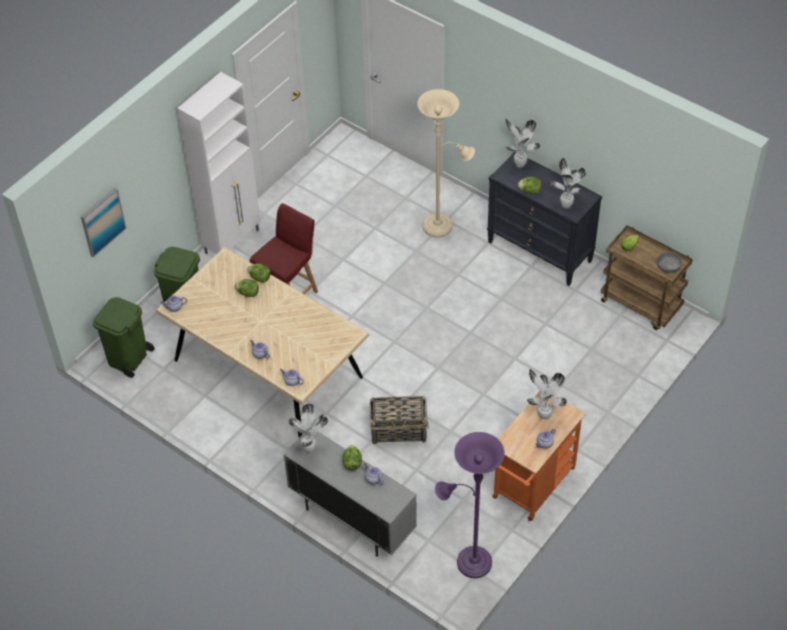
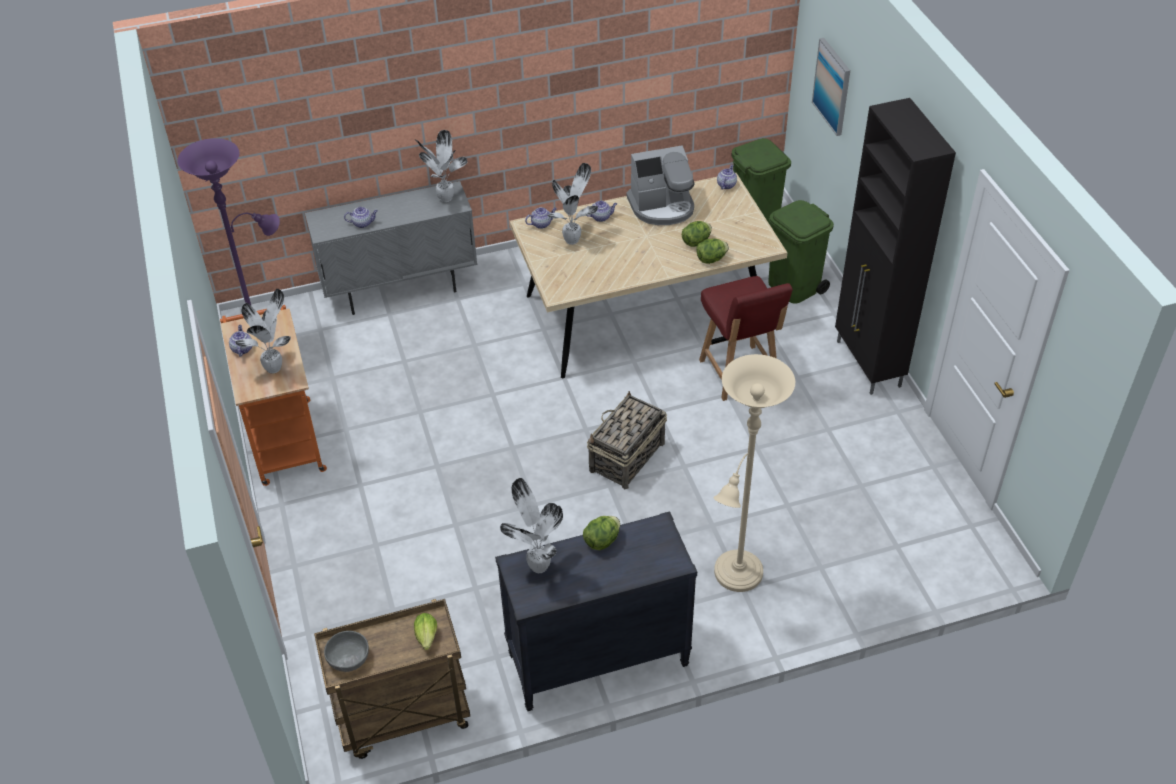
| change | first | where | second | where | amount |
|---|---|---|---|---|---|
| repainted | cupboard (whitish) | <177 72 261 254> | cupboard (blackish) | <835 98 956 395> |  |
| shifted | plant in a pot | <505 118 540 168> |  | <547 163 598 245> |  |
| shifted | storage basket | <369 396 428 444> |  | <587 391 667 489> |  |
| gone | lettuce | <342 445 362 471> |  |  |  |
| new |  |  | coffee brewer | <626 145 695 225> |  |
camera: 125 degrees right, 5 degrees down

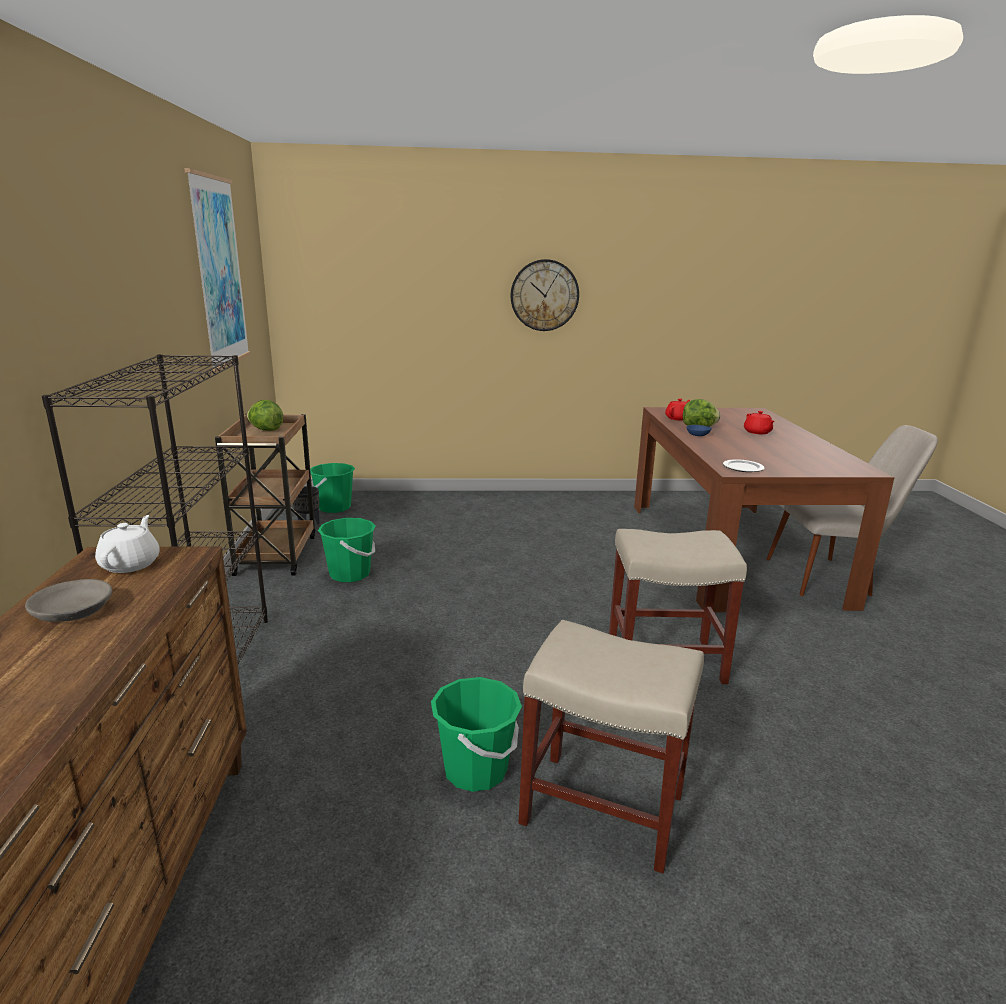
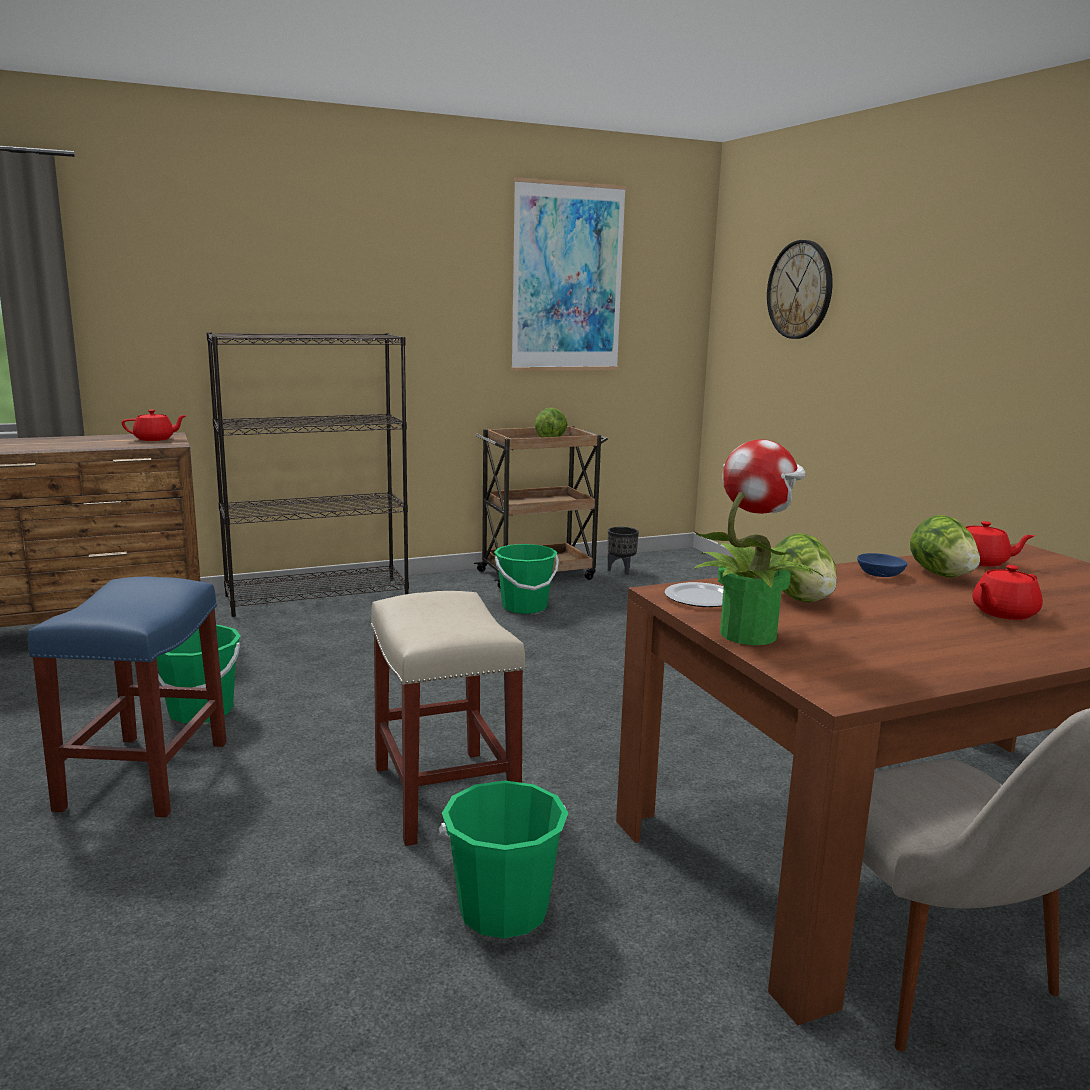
| change | first | where | second | where | amount |
|---|---|---|---|---|---|
| shifted | hanging clock | <511 259 579 331> |  | <767 240 833 339> |  |
| shifted | bucket (green) | <310 463 355 513> |  | <439 781 568 939> |  |
| repainted | tea pot (whitish) | <95 515 160 573> | tea pot (red-coloured) | <122 410 187 441> |  |
| gone | bowl (greyish) | <25 579 112 622> |  |  |  |
| repainted | sitting stool (beige) | <519 620 704 873> | sitting stool (blue) | <28 577 227 817> |  |
| new |  |  | plant in a pot | <694 439 823 645> |  |
| new |  |  | lettuce | <775 533 837 602> |  |
camera: 70 degrees right, 5 degrees down

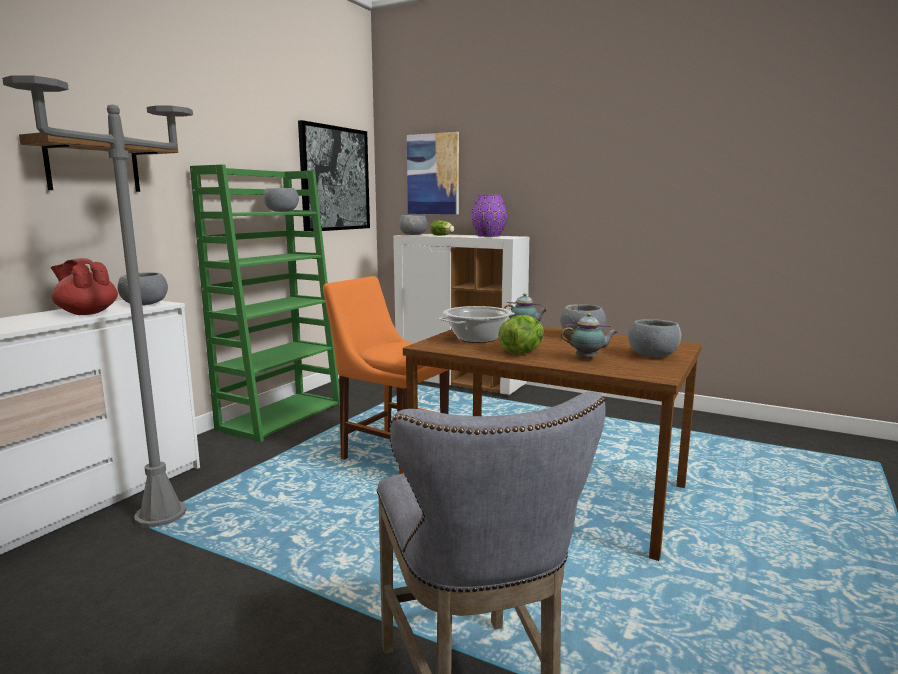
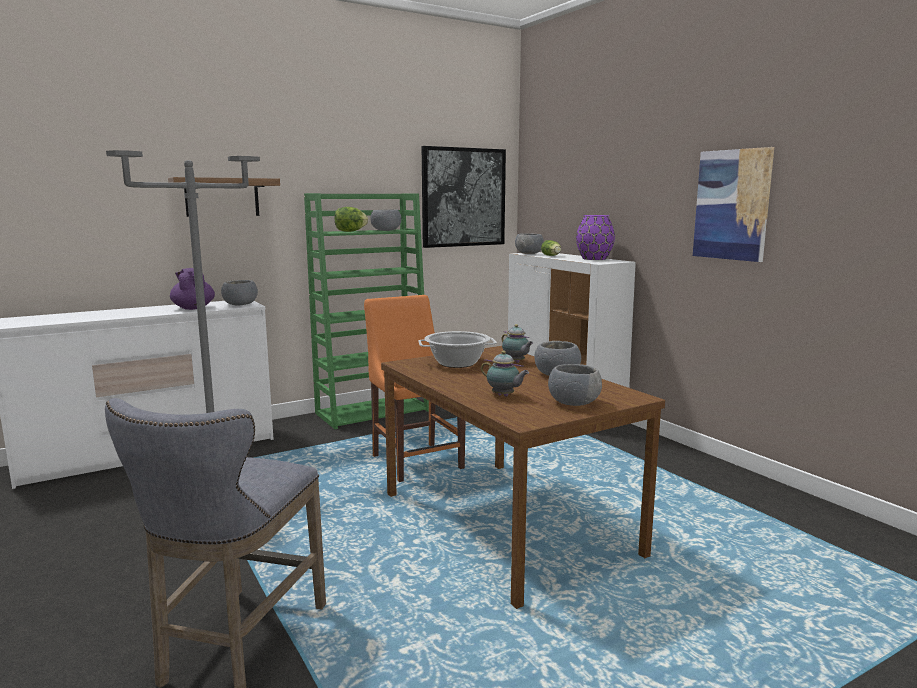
| change | first | where | second | where | amount |
|---|---|---|---|---|---|
| shifted | picture | <407 132 459 214> |  | <693 147 774 262> |  |
| repainted | tea pot (red-coloured) | <51 258 118 315> | tea pot (purple) | <170 268 215 310> |  |
| shifted | lettuce | <498 315 544 354> |  | <335 207 368 232> |  |
camera: 30 degrees right, 0 degrees up

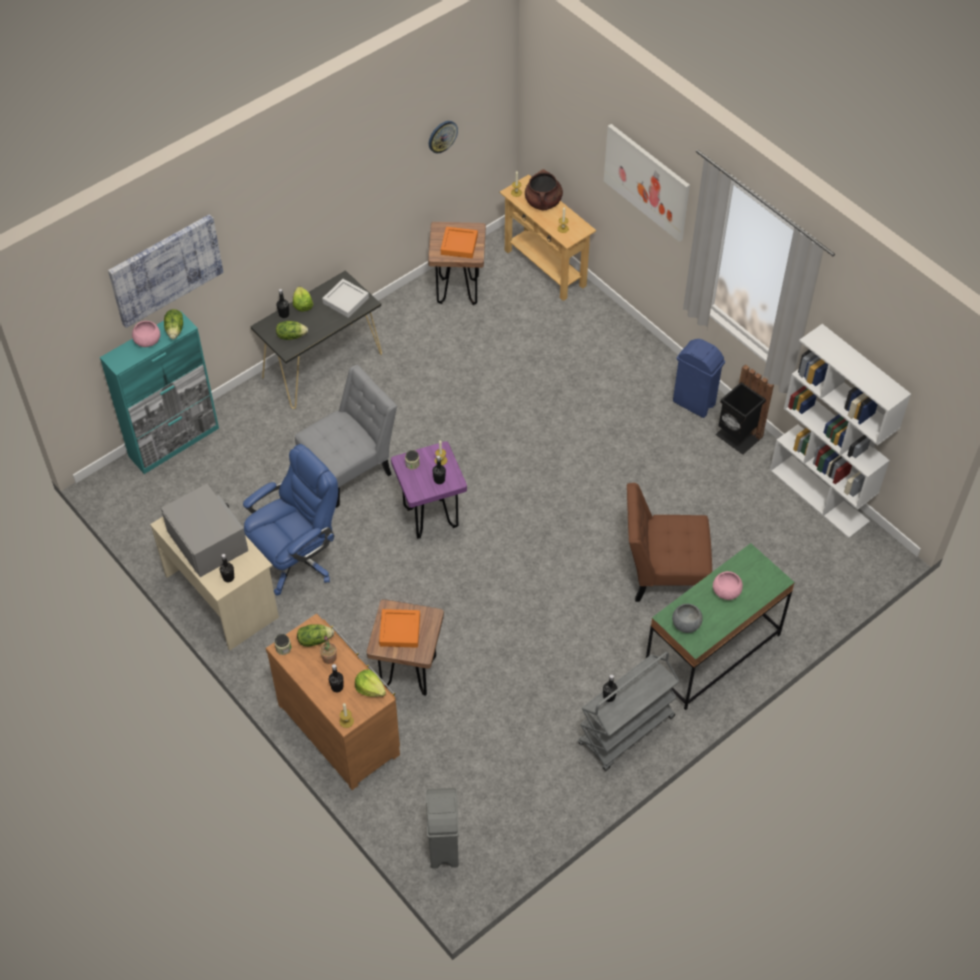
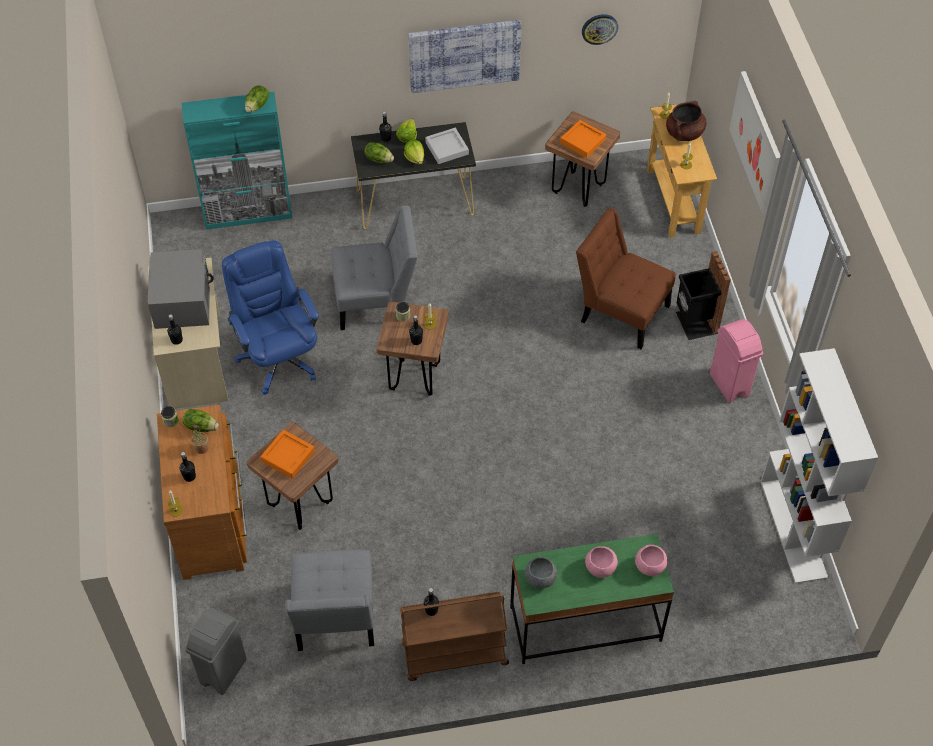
| change | first | where | second | where | amount |
|---|---|---|---|---|---|
| shifted | picture | <108 214 224 328> |  | <408 20 521 93> |  |
| shifted | bowl (pink) | <132 321 160 347> |  | <635 545 667 576> |  |
| repainted | rubbish bin (blue) | <673 339 725 418> | rubbish bin (pink) | <710 319 763 403> |  |
| shifted | rubbish bin (blackish) | <715 364 774 455> |  | <676 251 731 340> |  |
| repainted | sitting stool (purple) | <391 441 467 539> | sitting stool (brown) | <376 302 449 396> |  |
| rotated | computer chair (blue) | <243 444 338 595> |  | <222 240 319 395> | 105 degrees counterclockwise |
| shifted | chair (brown) | <627 483 712 602> |  | <576 208 676 349> |  |
| repainted | trolley (greyish) | <578 652 679 771> | trolley (brown) | <400 592 509 681> |  |
| shifted | lettuce | <355 669 386 697> |  | <404 140 424 165> |  |
| new |  |  | chair (greyish) | <285 549 374 651> |  |
camera: 30 degrees right, 0 degrees up

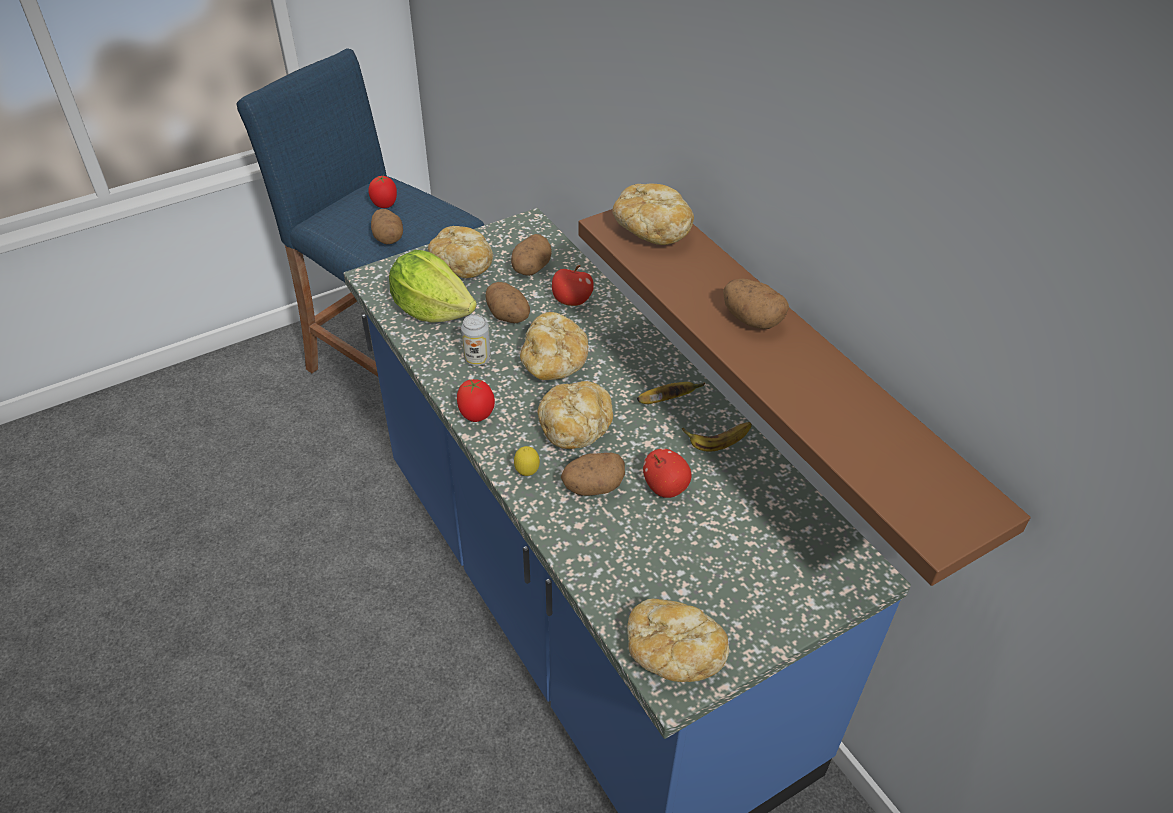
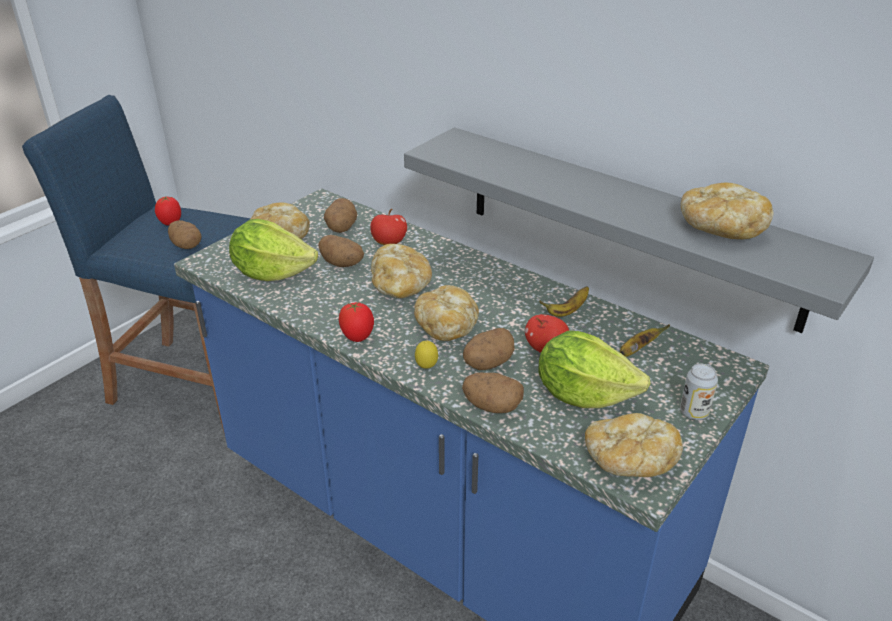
| change | first | where | second | where | amount |
|---|---|---|---|---|---|
| shifted | baked bread | <612 183 694 245> |  | <681 183 773 239> |  |
| repainted | bracket shelf (brown) | <578 209 1031 586> | bracket shelf (greyish) | <404 127 874 333> |  |
| shifted | spud | <723 279 789 329> |  | <462 372 524 413> |  |
| shifted | sealed can | <461 314 491 366> |  | <680 364 718 420> |  |
| shifted | whole banana | <637 382 705 404> |  | <620 324 670 357> |  |
| new |  |  | lettuce | <538 331 651 408> |  |
camera: 20 degrees left, 10 degrees down

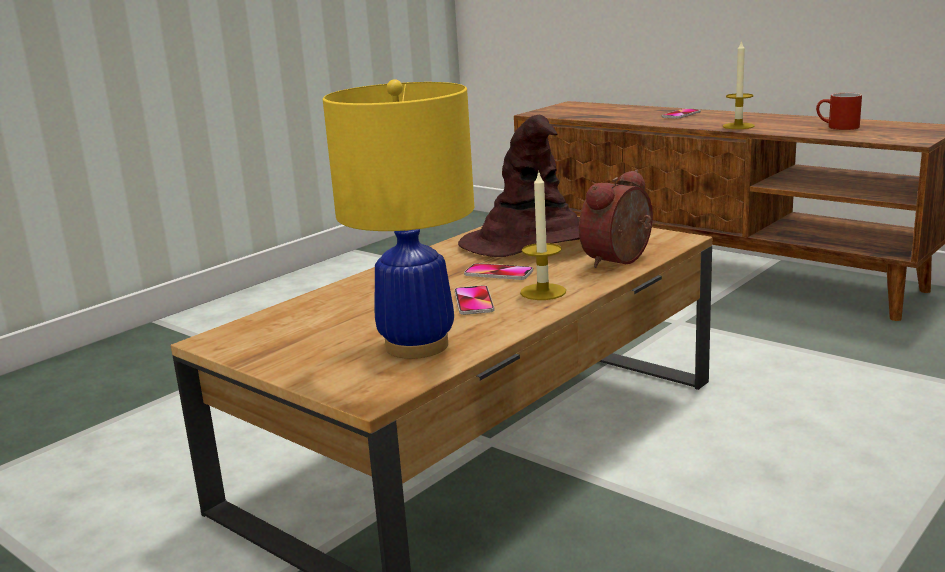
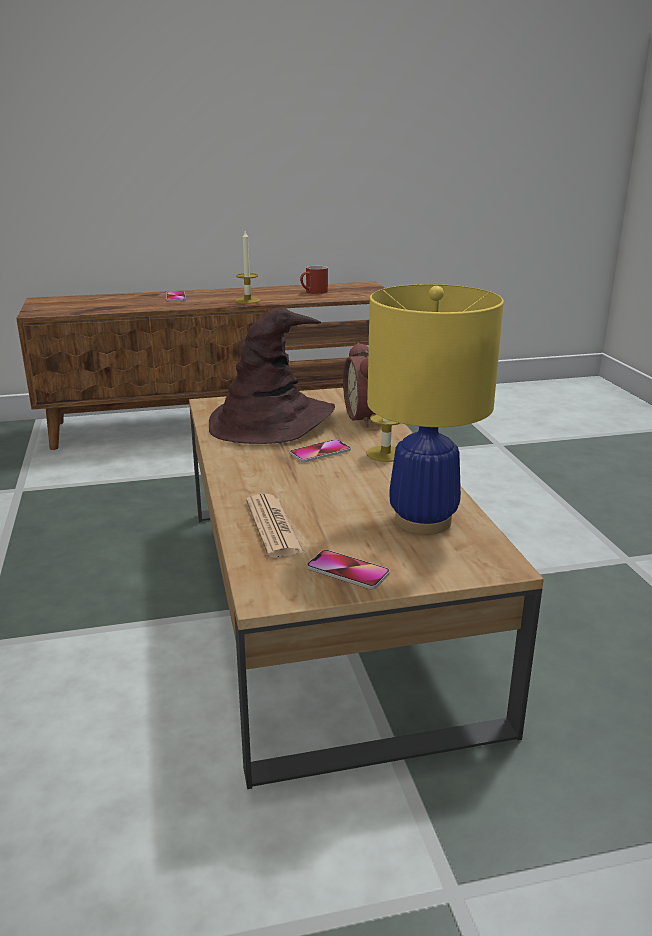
| change | first | where | second | where | amount |
|---|---|---|---|---|---|
| shifted | phone | <455 285 494 315> |  | <307 550 390 589> |  |
| new |  |  | printed paper | <246 494 305 558> |  |
camera: 55 degrees left, 5 degrees up

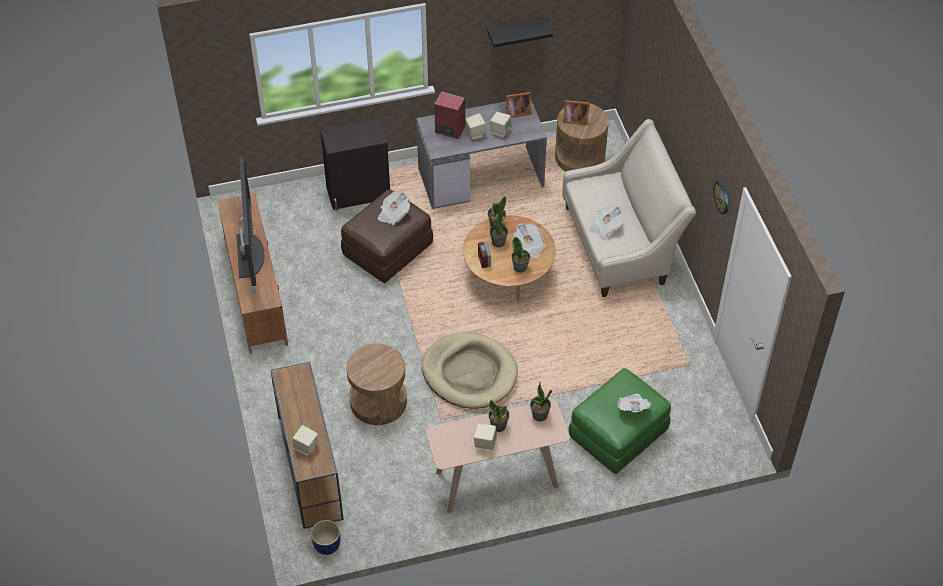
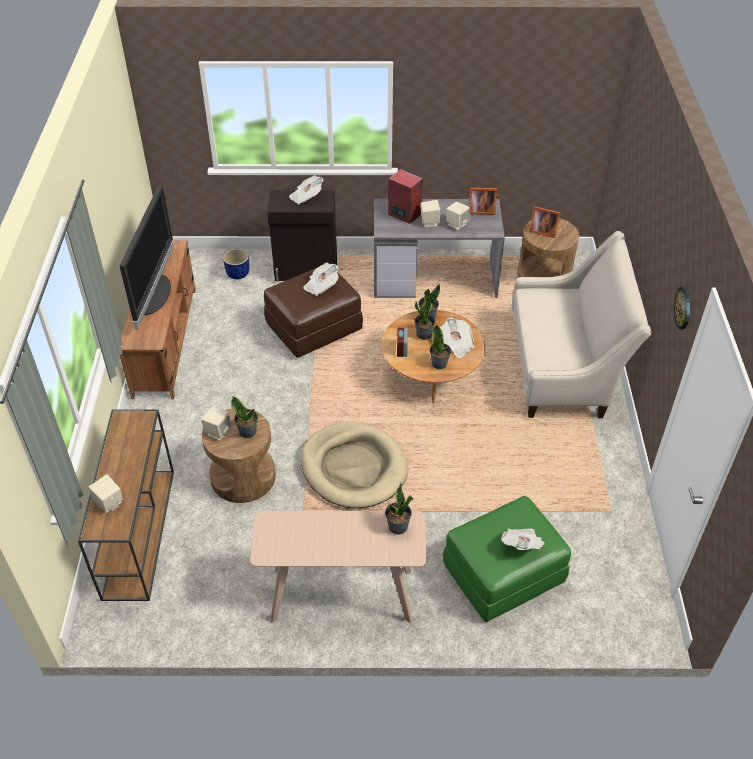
| change | first | where | second | where | amount |
|---|---|---|---|---|---|
| gone | bracket shelf (blackish) | <488 19 553 47> |  |  |  |
| shifted | printed paper | <589 205 623 238> |  | <289 175 324 205> |  |
| shifted | plant in a pot | <488 400 510 432> |  | <231 397 258 438> |  |
| shifted | audio speaker (beige) | <474 424 497 452> |  | <201 407 232 441> |  |
| shifted | flower pot (blue) | <311 520 340 555> |  | <223 249 249 279> |  |
camera: 15 degrees right, 5 degrees down

